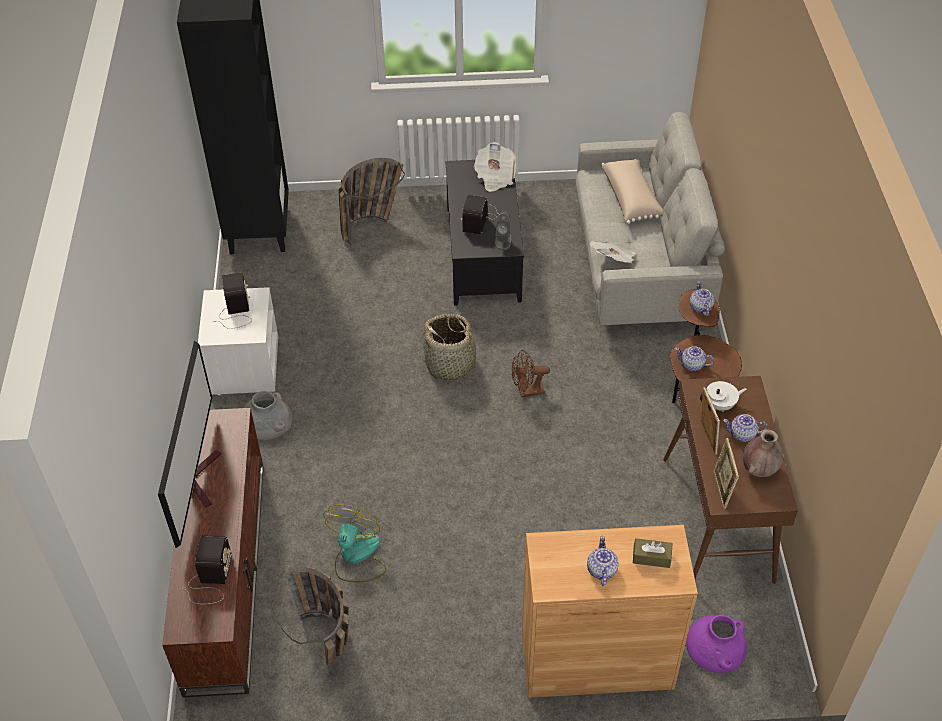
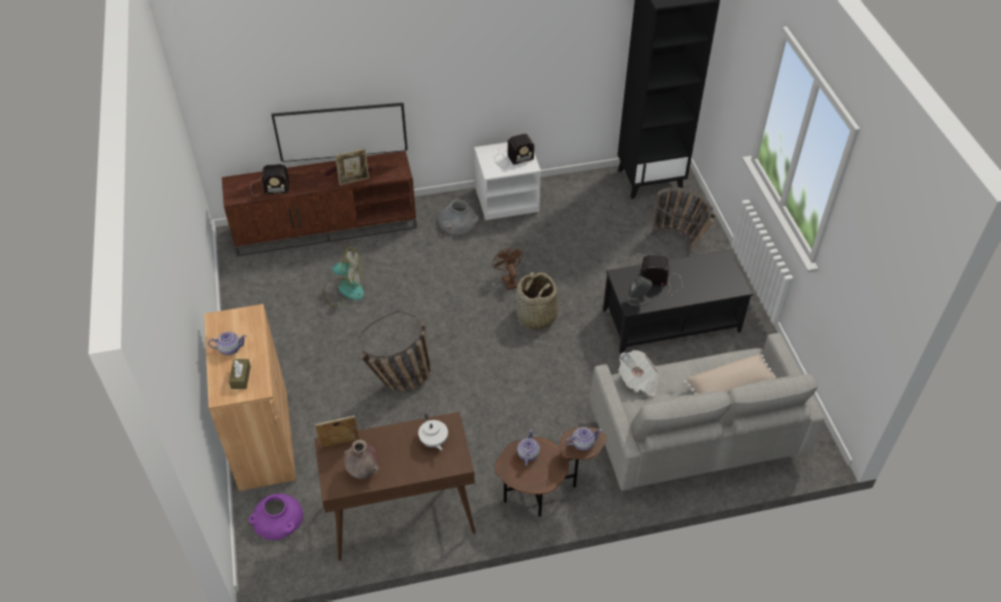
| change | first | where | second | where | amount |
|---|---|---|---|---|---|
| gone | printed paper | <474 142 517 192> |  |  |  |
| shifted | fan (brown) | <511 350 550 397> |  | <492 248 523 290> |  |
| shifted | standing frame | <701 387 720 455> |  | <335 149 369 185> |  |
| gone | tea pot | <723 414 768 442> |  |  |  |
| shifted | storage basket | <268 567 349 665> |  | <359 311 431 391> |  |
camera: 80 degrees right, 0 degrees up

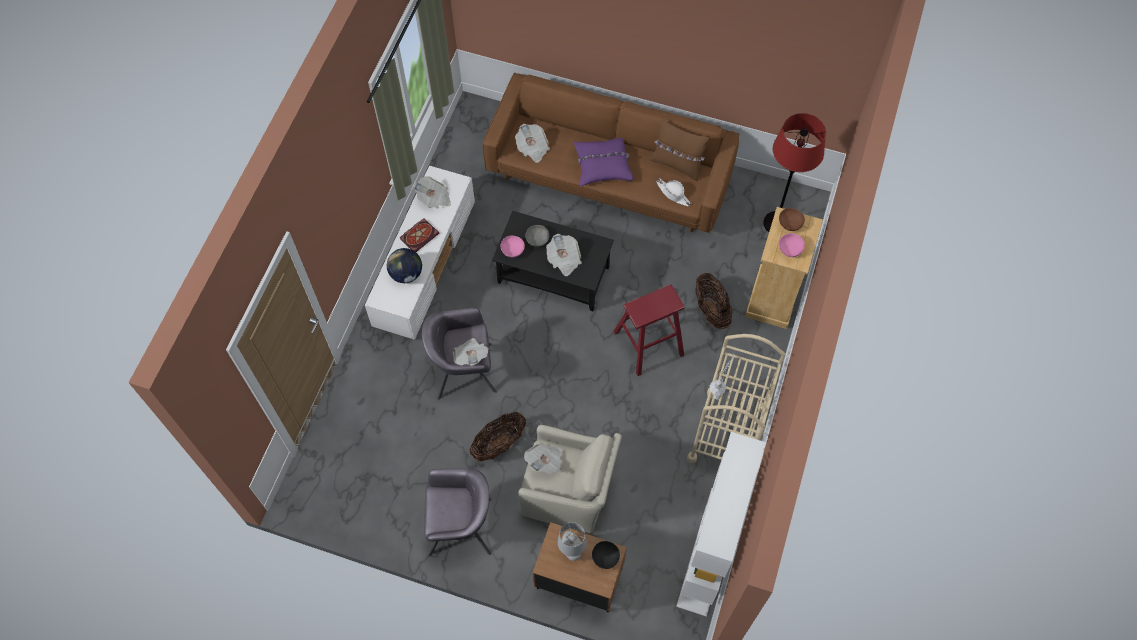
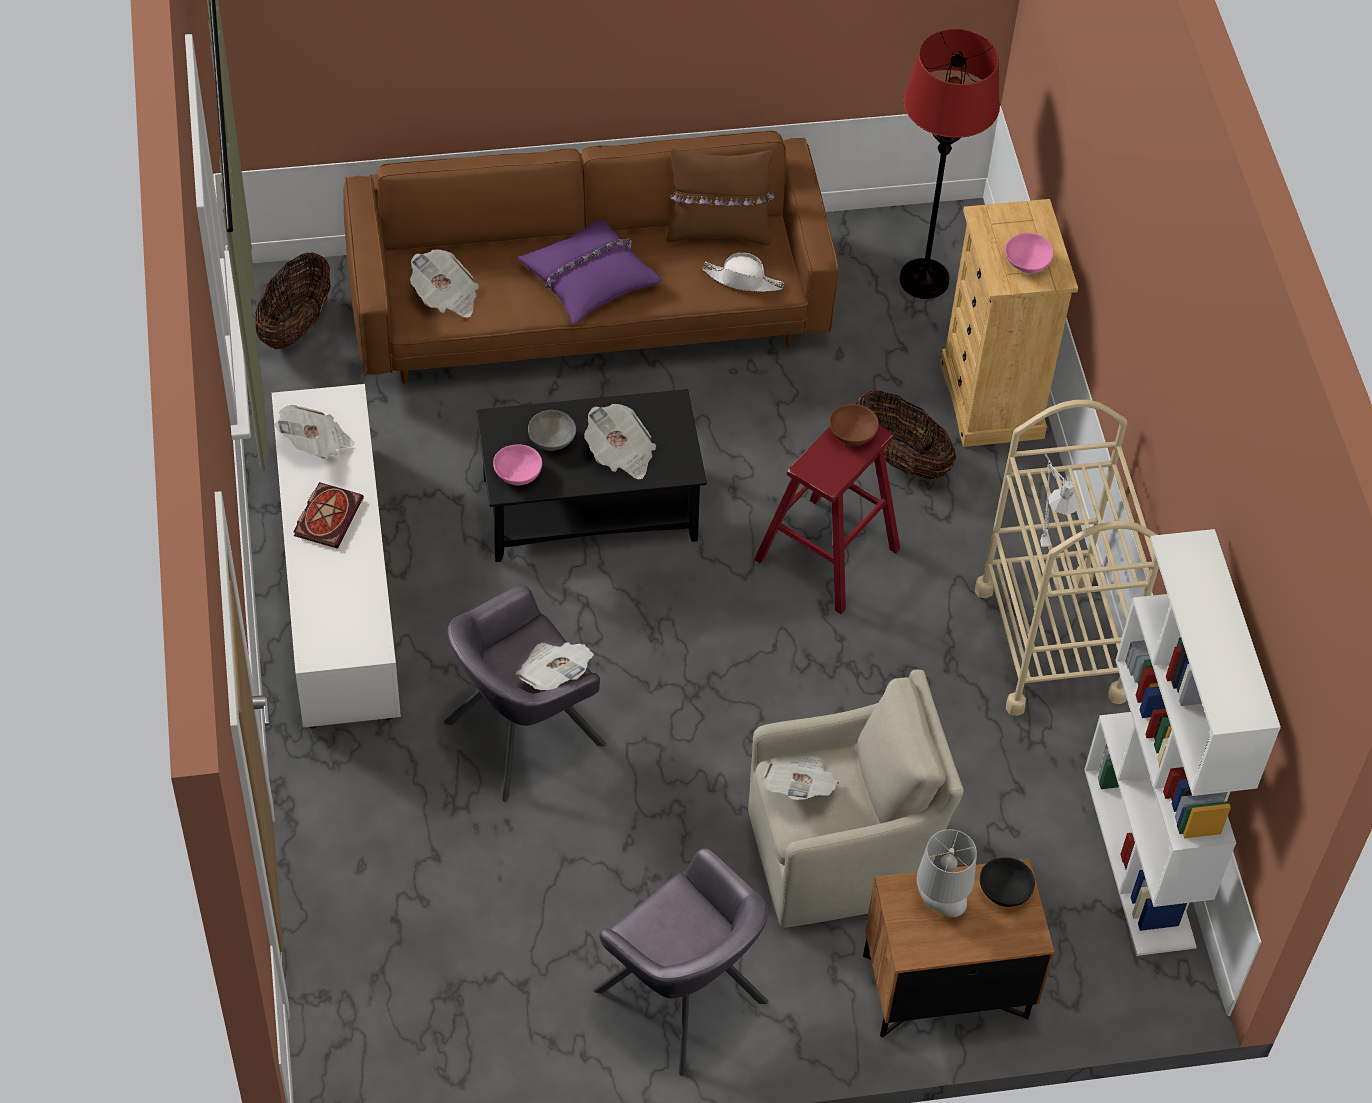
| change | first | where | second | where | amount |
|---|---|---|---|---|---|
| shifted | bowl (brown) | <779 208 805 231> |  | <829 404 879 445> |  |
| gone | world globe | <387 248 422 283> |  |  |  |
| shifted | storage basket | <470 412 526 461> |  | <255 252 331 349> |  |
| rotated | lounge chair (greyish) | <424 469 492 556> |  | <593 848 768 1076> | 75 degrees clockwise |
camera: 30 degrees left, 10 degrees down

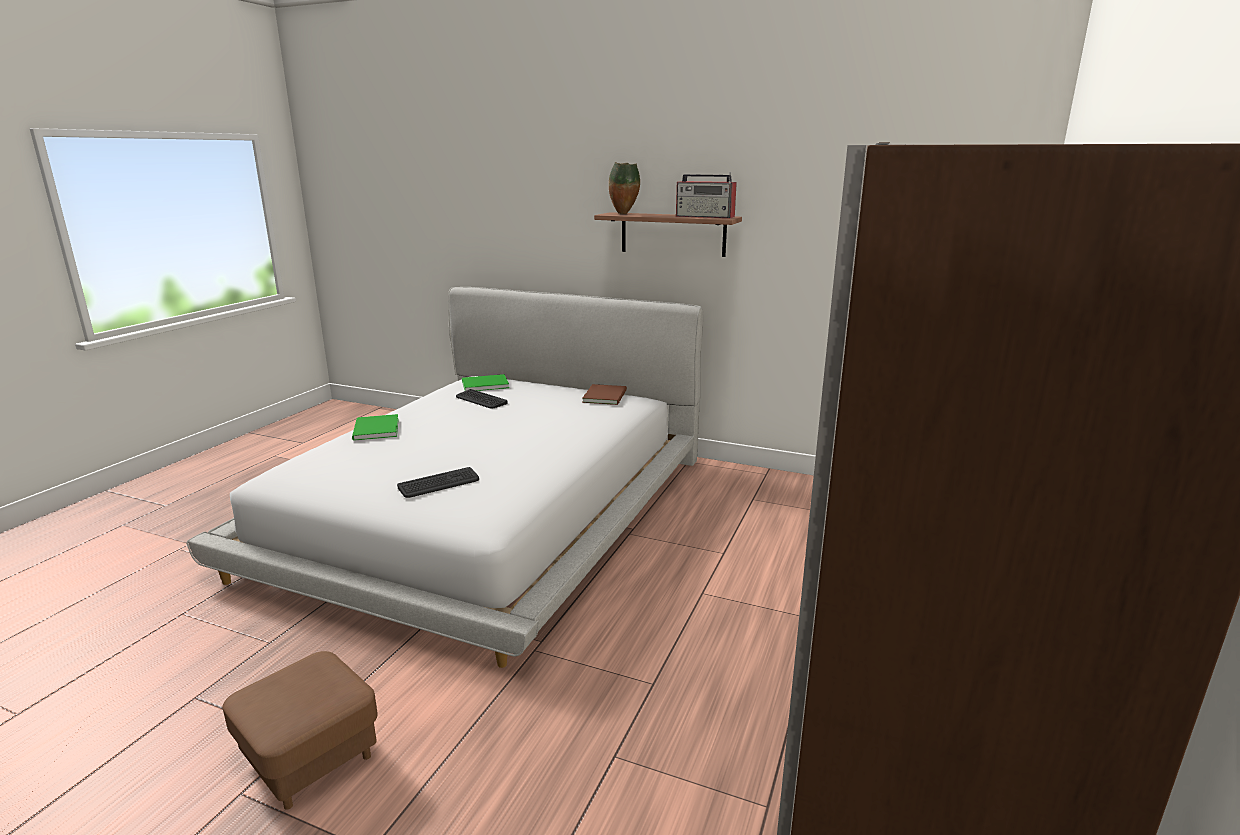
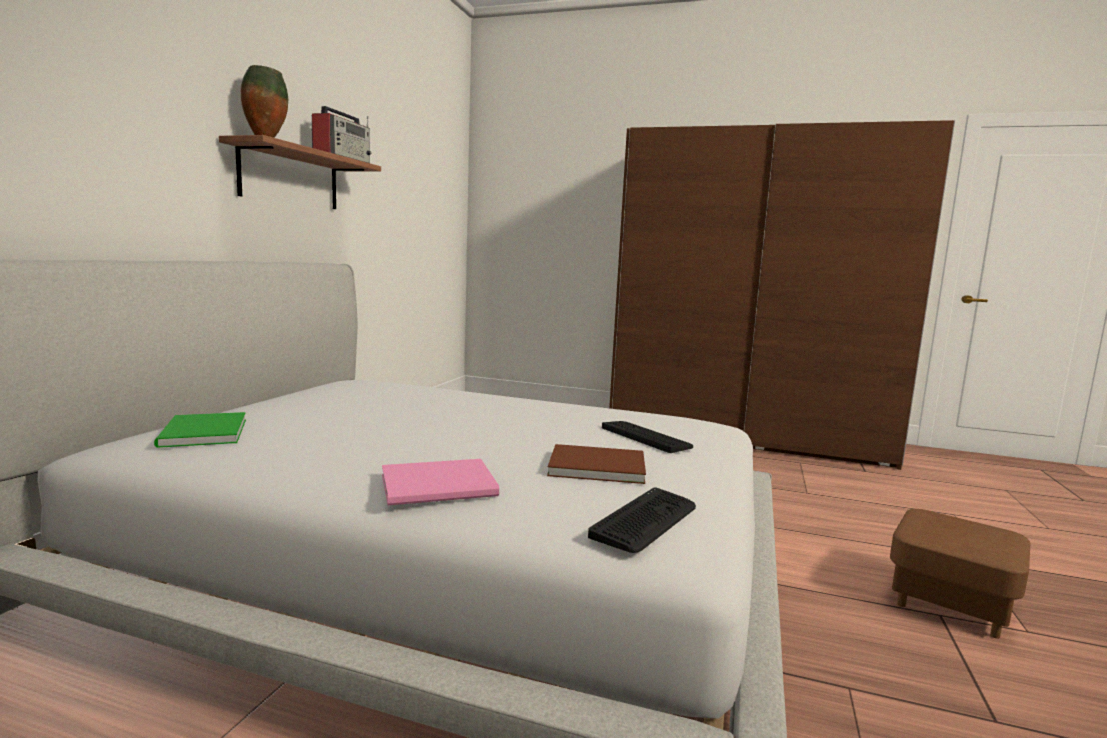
| change | first | where | second | where | amount |
|---|---|---|---|---|---|
| shifted | bound book (brown) | <582 384 627 405> |  | <547 444 646 484> |  |
| shifted | computer keyboard | <456 389 508 409> |  | <588 487 696 553> |  |
| repainted | bound book (green) | <352 414 399 441> | bound book (pink) | <382 459 499 505> |  |
camera: 95 degrees left, 10 degrees down

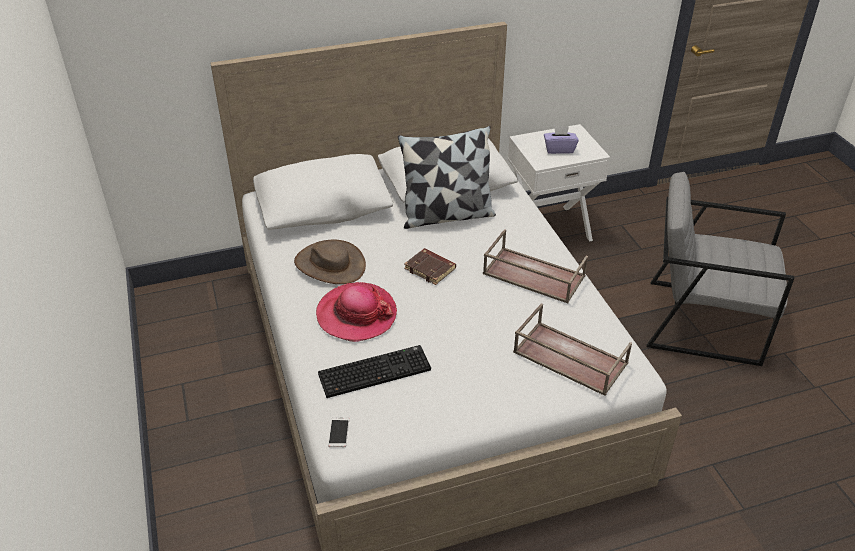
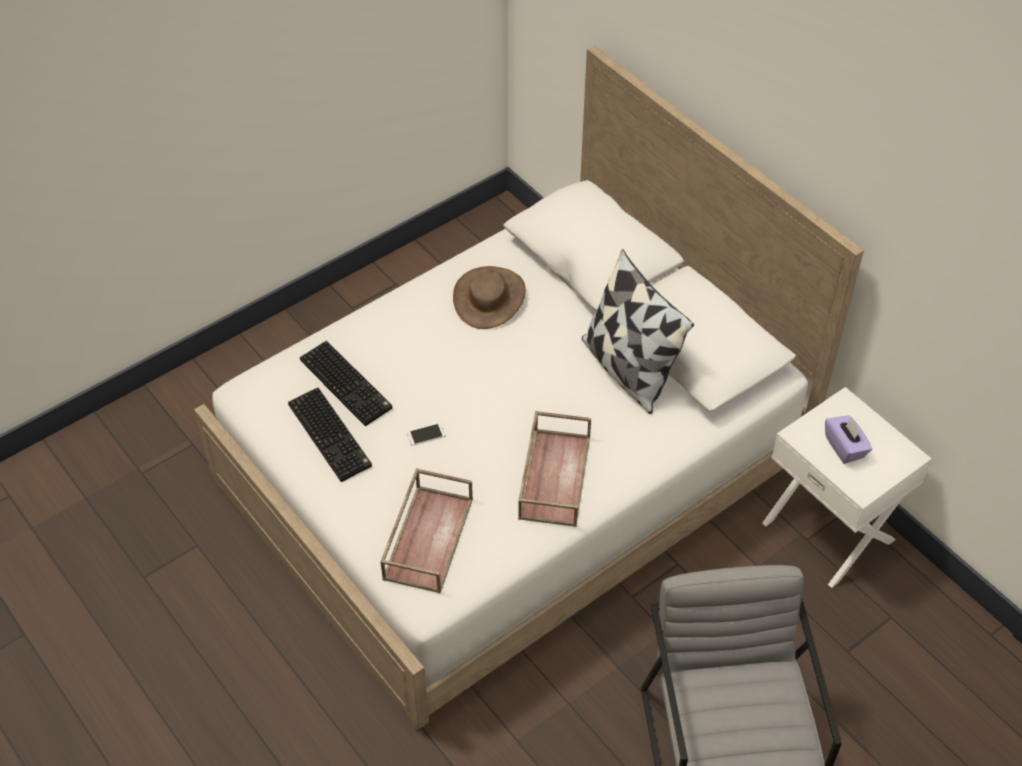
| change | first | where | second | where | amount |
|---|---|---|---|---|---|
| gone | bound book (brown) | <404 248 456 285> |  |  |  |
| gone | wearable hat | <316 282 397 342> |  |  |  |
| shifted | phone | <328 417 349 447> |  | <407 423 446 446> |  |
| new |  |  | computer keyboard | <288 388 372 482> |  |
camera: 70 degrees right, 10 degrees up

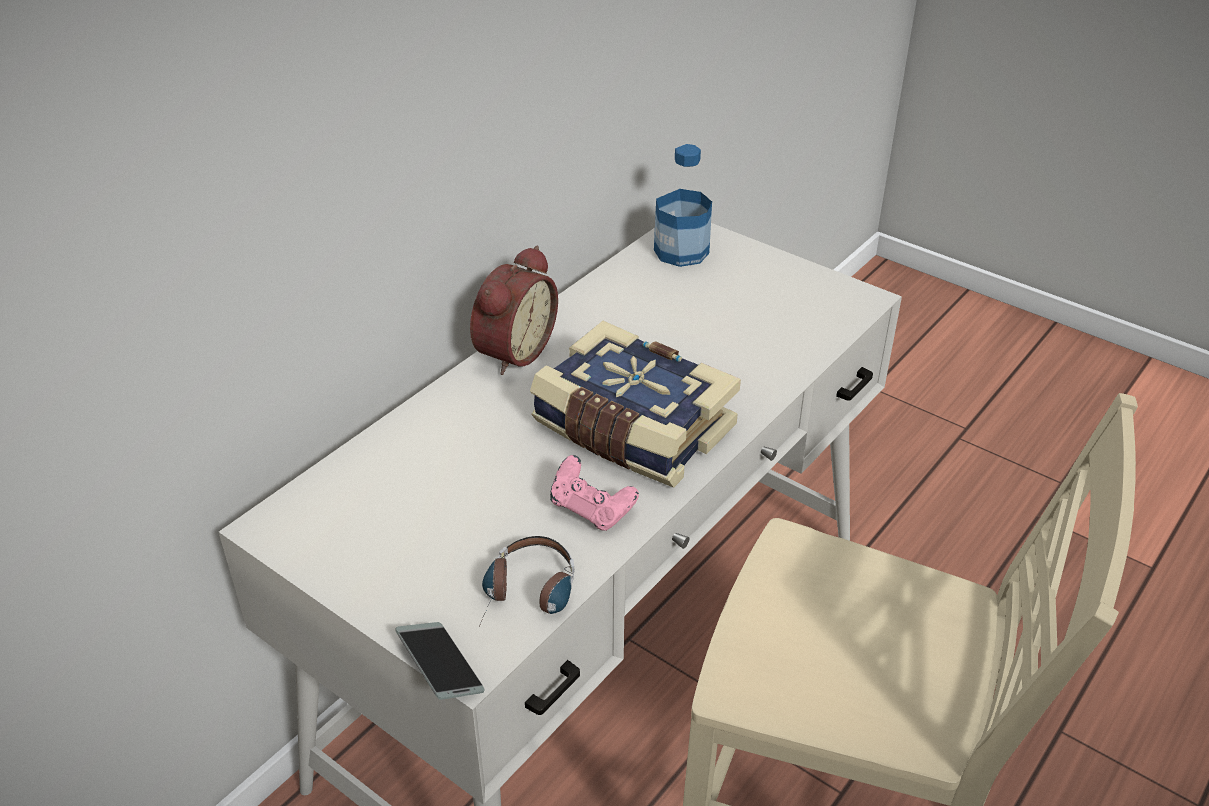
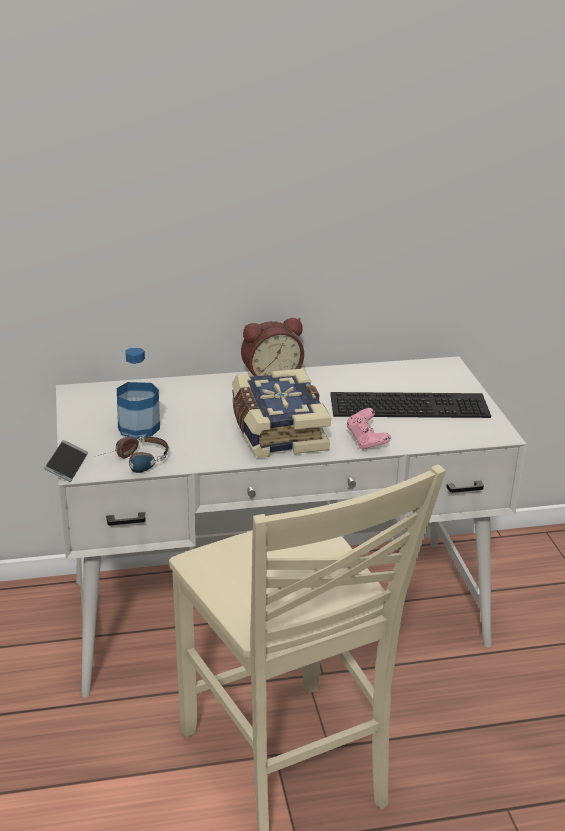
| change | first | where | second | where | amount |
|---|---|---|---|---|---|
| shifted | beverage bottle | <654 144 712 267> |  | <117 347 160 439> |  |
| shifted | gamepad (pink) | <550 455 639 531> |  | <346 408 391 450> |  |
| new |  |  | computer keyboard | <330 392 491 418> |  |
camera: 40 degrees right, 10 degrees down

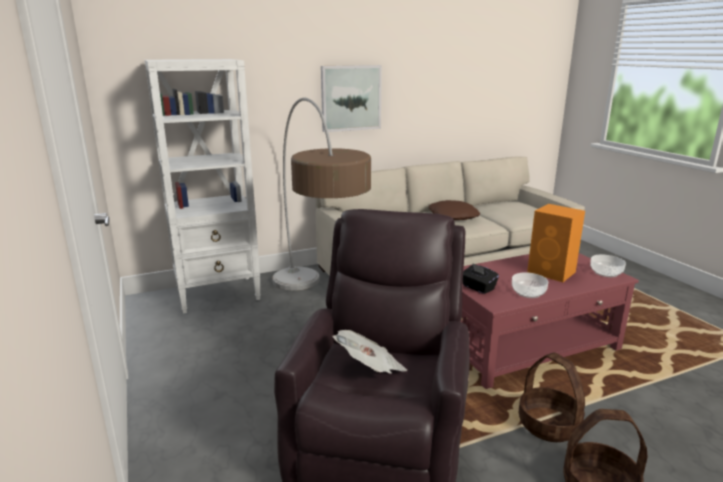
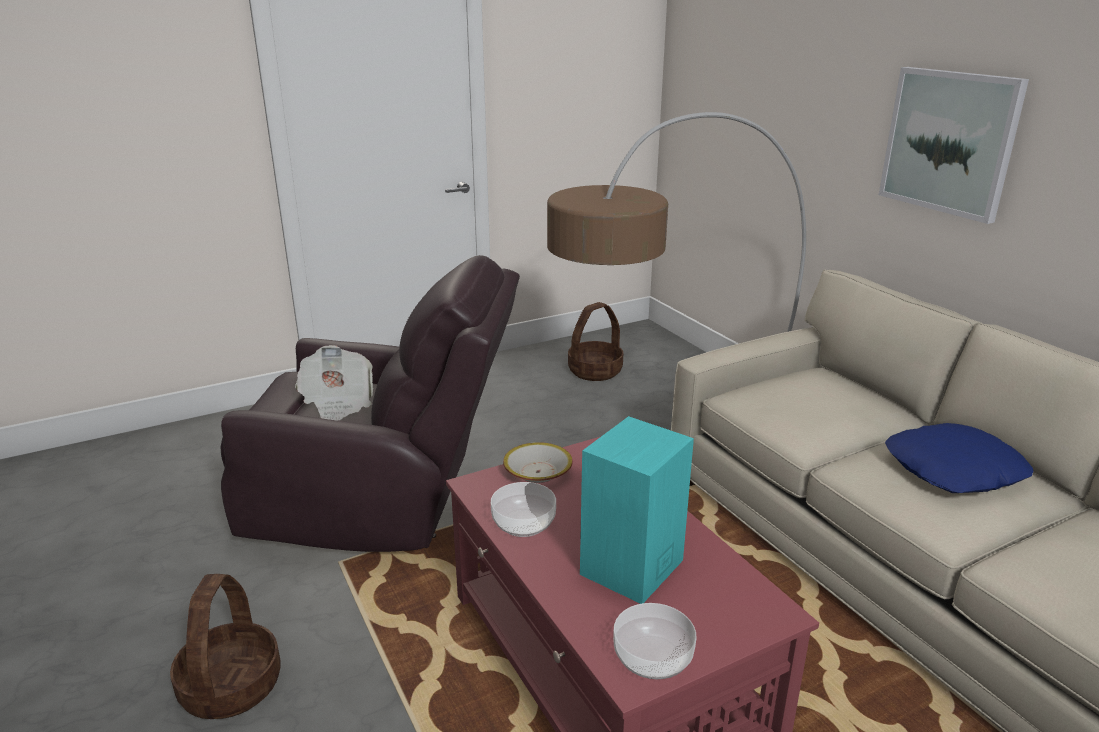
| change | first | where | second | where | amount |
|---|---|---|---|---|---|
| gone | bookshelf (whitish) | <145 59 261 314> |  |  |  |
| repainted | throw pillow (brown) | <428 200 480 220> | throw pillow (blue) | <885 423 1033 493> |  |
| repainted | audio speaker (orange) | <527 204 585 282> | audio speaker (turquoise-coloured) | <580 416 694 604> |  |
| swapped | tissue holder (blackish) | <463 264 499 294> | bowl | <503 442 573 483> |  |
| shifted | storage basket | <519 353 585 442> |  | <568 302 623 381> |  |
camera: 85 degrees right, 5 degrees up

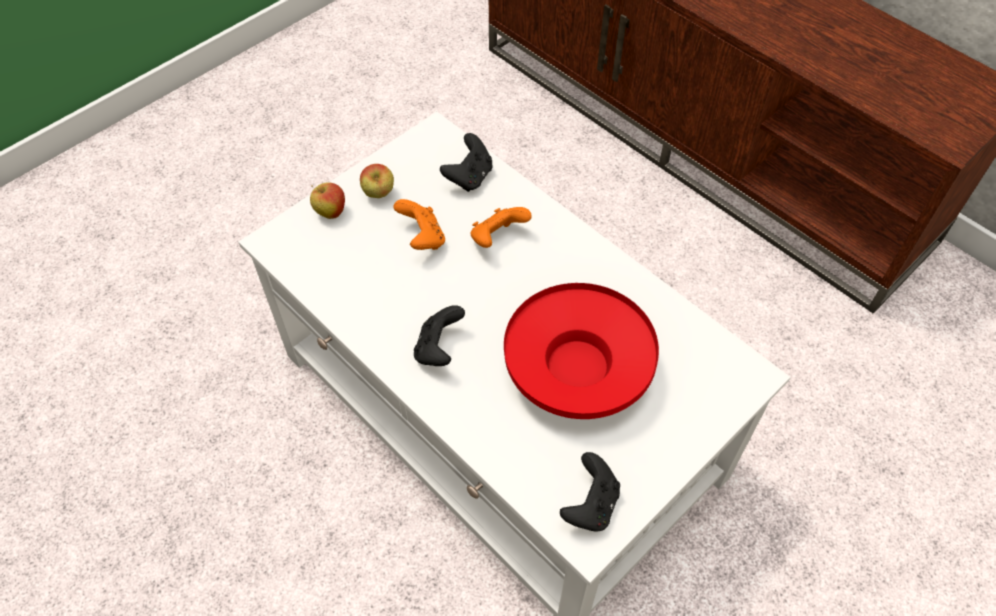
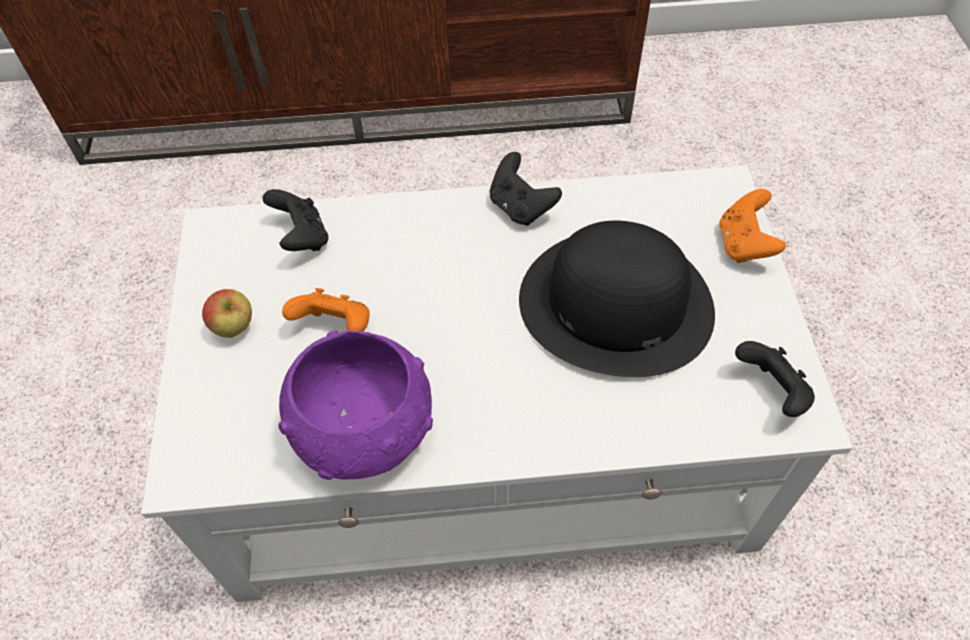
| change | first | where | second | where | amount |
|---|---|---|---|---|---|
| gone | apple | <310 182 345 219> |  |  |  |
| shifted | gamepad (orange) | <471 207 532 248> |  | <719 189 786 263> |  |
| swapped | bowl (red-coloured) | <504 283 659 419> | wearable hat (blackish) | <519 221 715 377> |  |
| shifted | gamepad (blackish) | <414 305 465 366> |  | <490 152 562 226> |  |
| new |  |  | bowl (purple) | <278 331 433 480> |  |
camera: 50 degrees left, 0 degrees up

